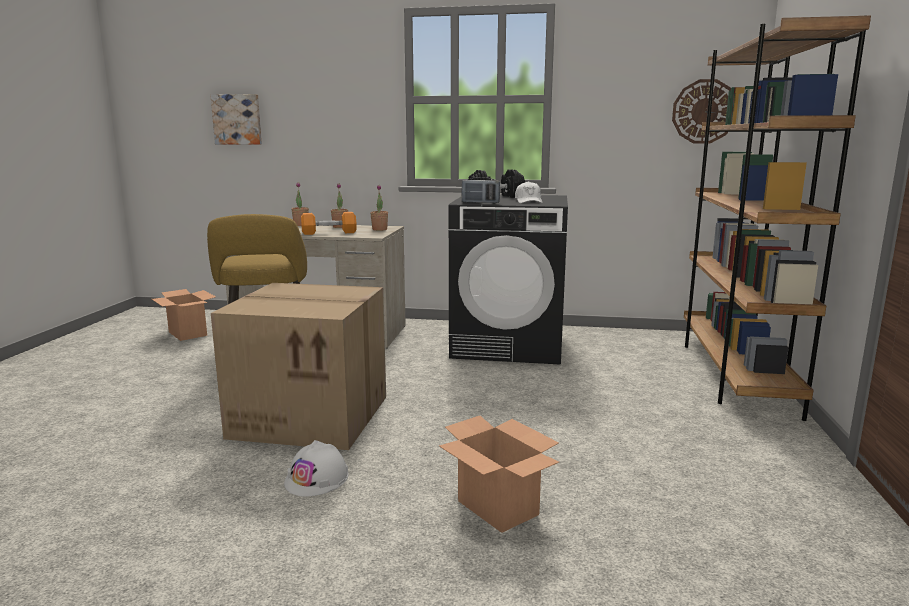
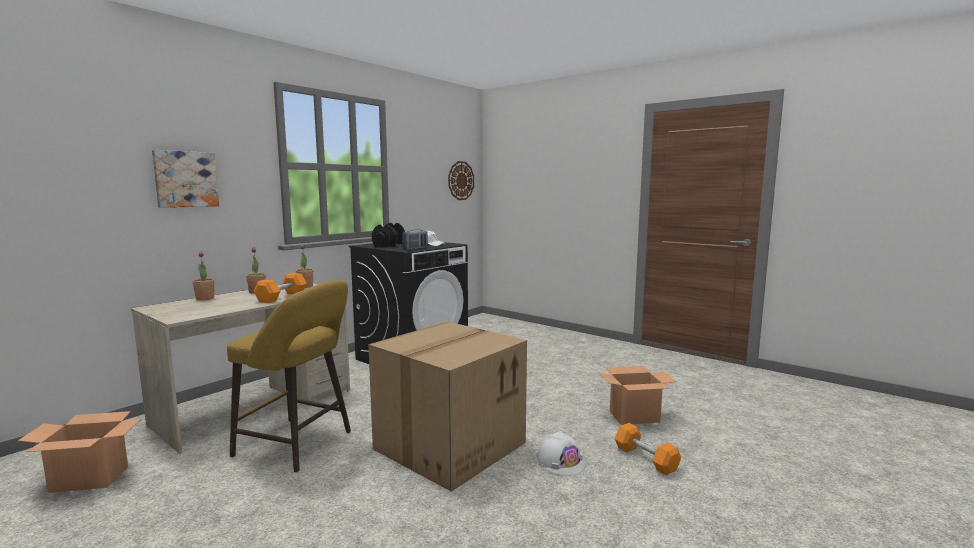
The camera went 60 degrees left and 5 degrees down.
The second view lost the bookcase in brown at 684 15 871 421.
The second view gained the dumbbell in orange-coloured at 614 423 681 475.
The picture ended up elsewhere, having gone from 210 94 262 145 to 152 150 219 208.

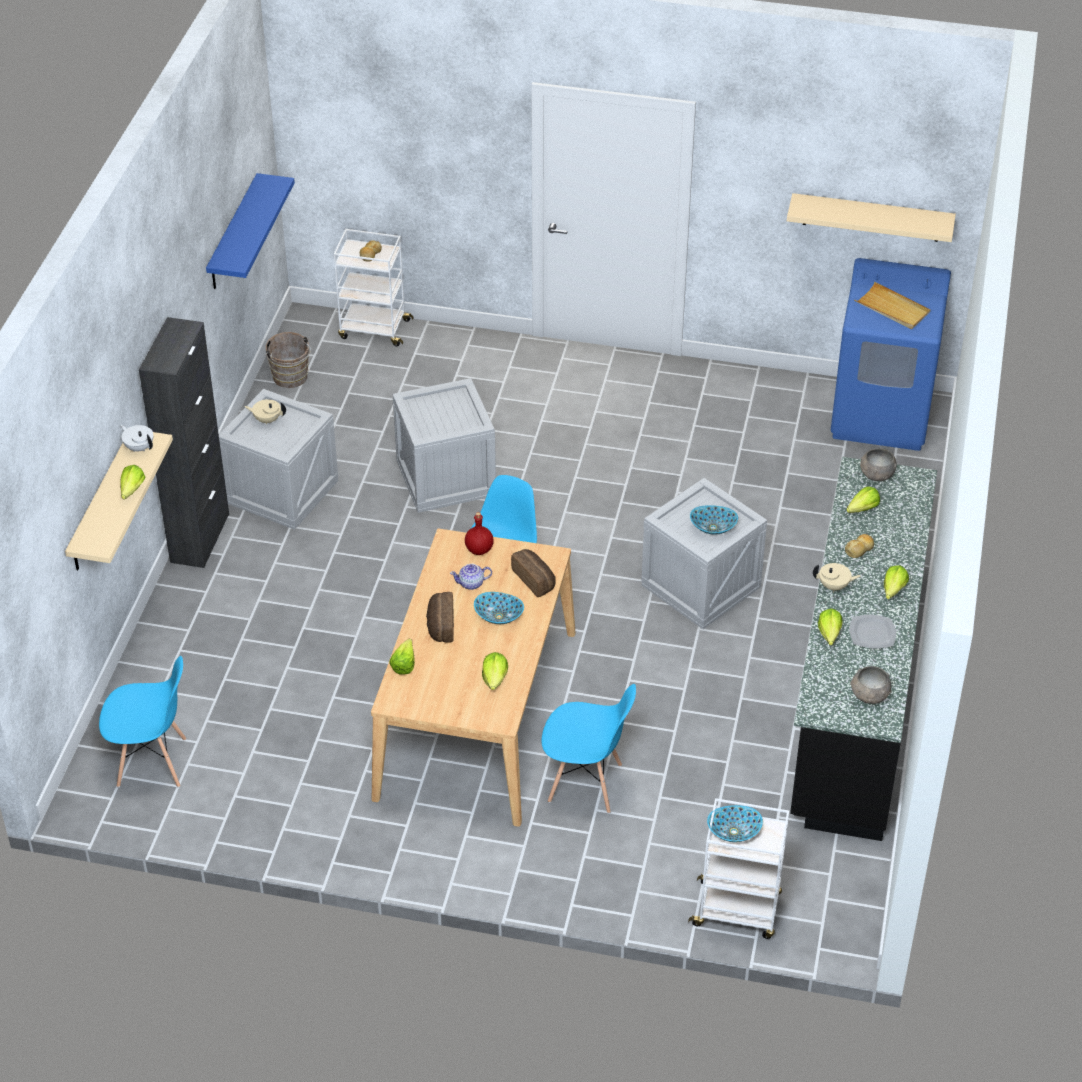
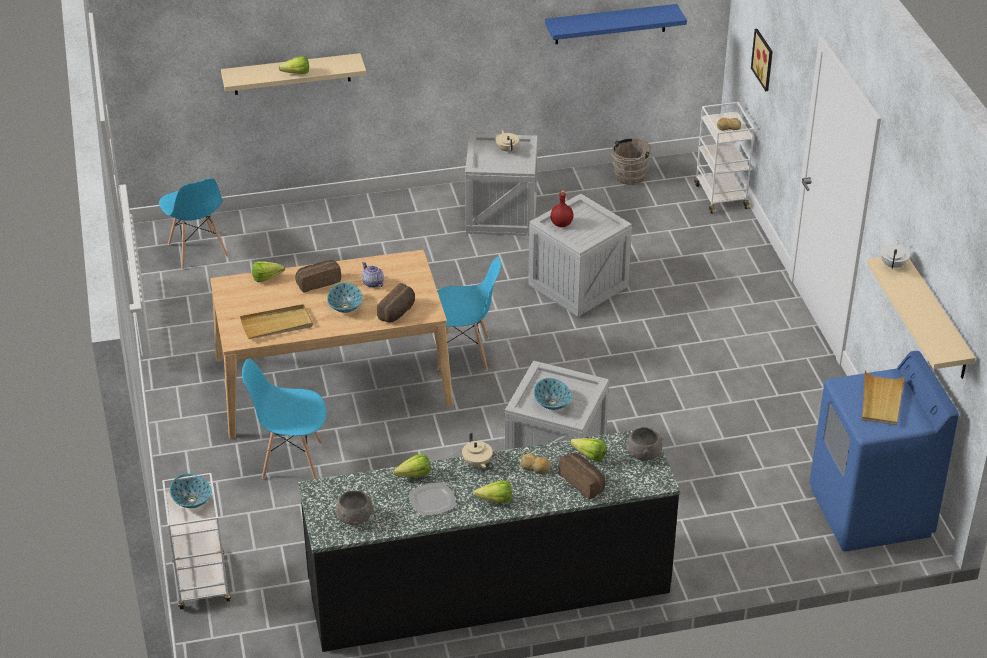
The camera went 65 degrees right and 5 degrees down.
The second view lost the cabinet in black-coloured at 139 317 229 568.
The second view gained the baked bread at 558 453 605 499.
The second view gained the picture at 751 29 773 91.
The tea pot in white ended up elsewhere, having gone from 121 425 153 452 to 880 240 910 269.
The drink bottle in reddish ended up elsewhere, having gone from 465 512 494 555 to 550 190 573 227.
Where the lettuce stood at 482 652 508 690, the tray in sand-coloured came to stand at 240 304 313 339.
The chair in blue at 542 684 636 813 ended up facing another way, 105 degrees clockwise from before.

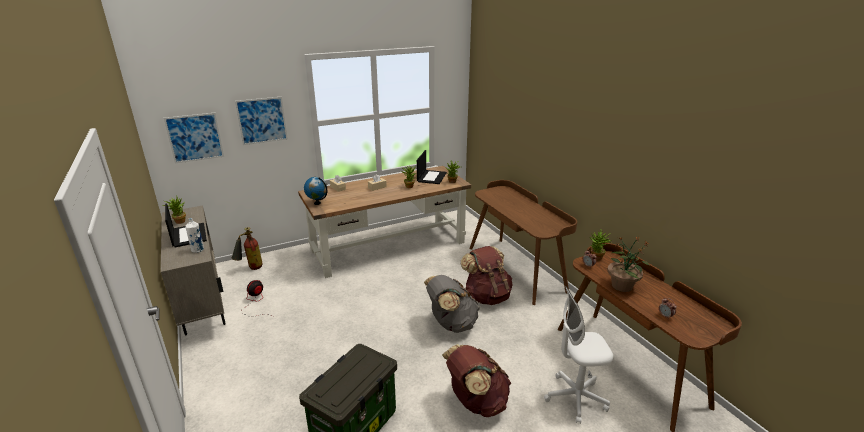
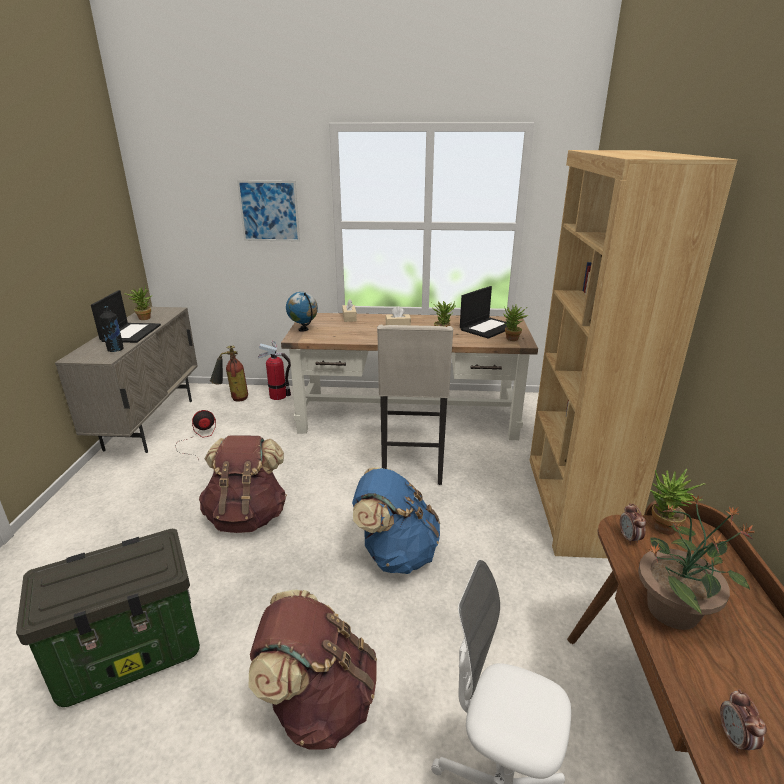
The camera went 30 degrees right and 0 degrees up.
The second view lost the picture at 164 113 224 164.
The second view gained the extinguisher at 258 341 291 400.
The second view gained the stool seat in sand-coloured at 377 325 453 485.
The backpack in brown ended up elsewhere, having gone from 461 246 513 305 to 199 435 287 533.
Where the desk in brown stood at 470 180 577 305, the bookcase in brown came to stand at 530 150 737 558.
What was the drink bottle in white at 185 218 204 253 turned into the drink bottle in black-coloured at 100 306 124 352.
What was the backpack in greyish at 424 275 480 333 turned into the backpack in blue at 352 467 440 574.

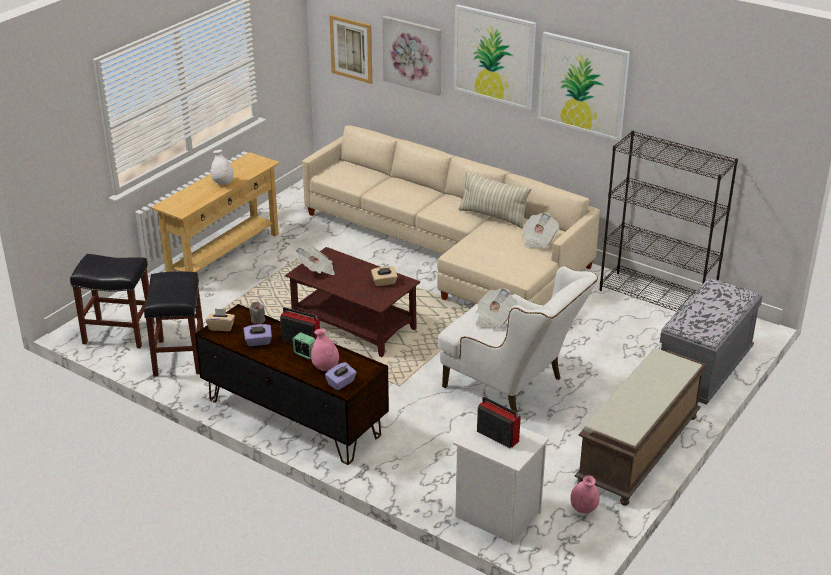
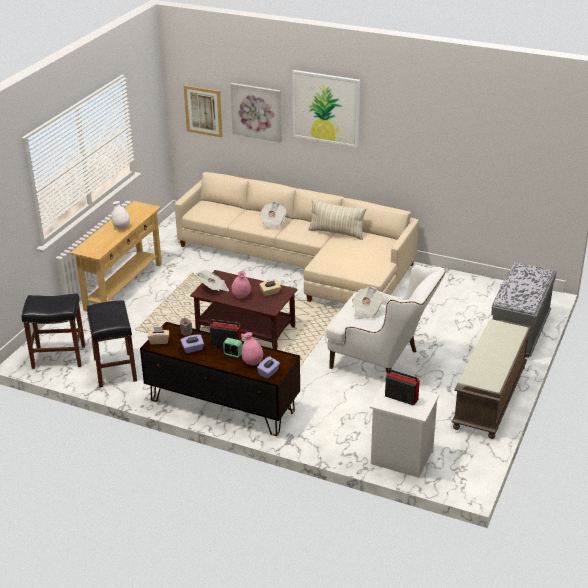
The camera went 10 degrees left and 0 degrees up.
The second view lost the picture at 538 32 630 141.
The second view lost the bookcase in black-coloured at 599 131 738 312.
The newspaper ended up elsewhere, having gone from 522 212 559 248 to 260 202 287 229.
The flower vase in pink-coloured ended up elsewhere, having gone from 570 476 600 513 to 231 271 251 299.

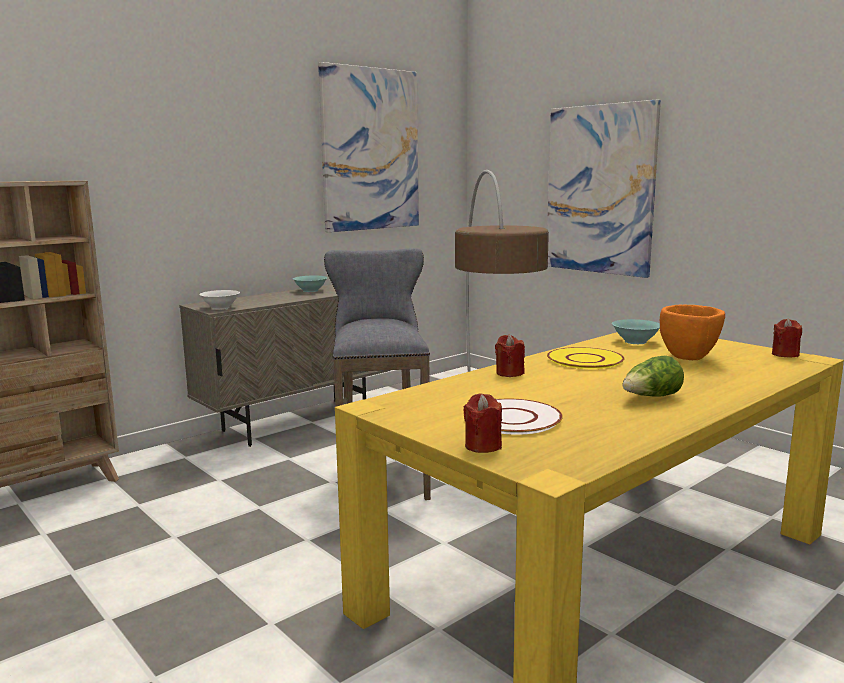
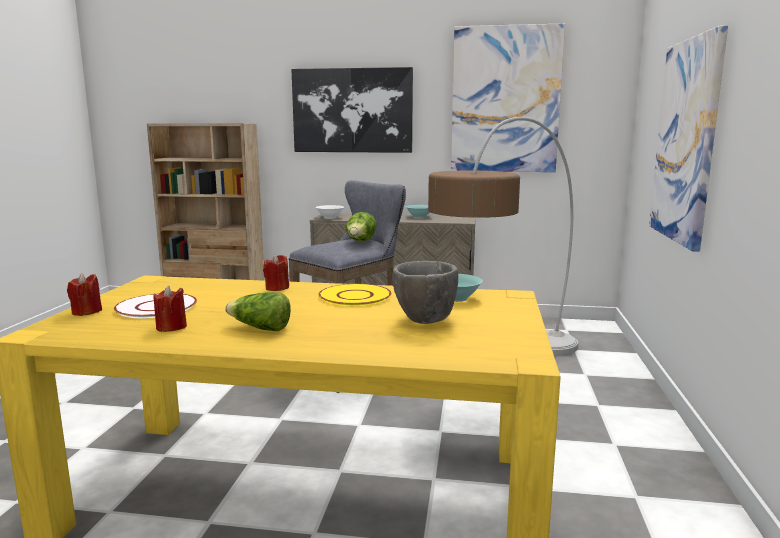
The camera went 50 degrees right and 0 degrees up.
The second view gained the picture at 291 67 413 153.
The second view gained the lettuce at 346 212 377 241.
The wax candle in reddish ended up elsewhere, having gone from 772 318 802 357 to 153 286 187 332.
What was the serving bowl in orange-coloured at 660 305 725 360 turned into the serving bowl in greyish at 393 261 458 324.

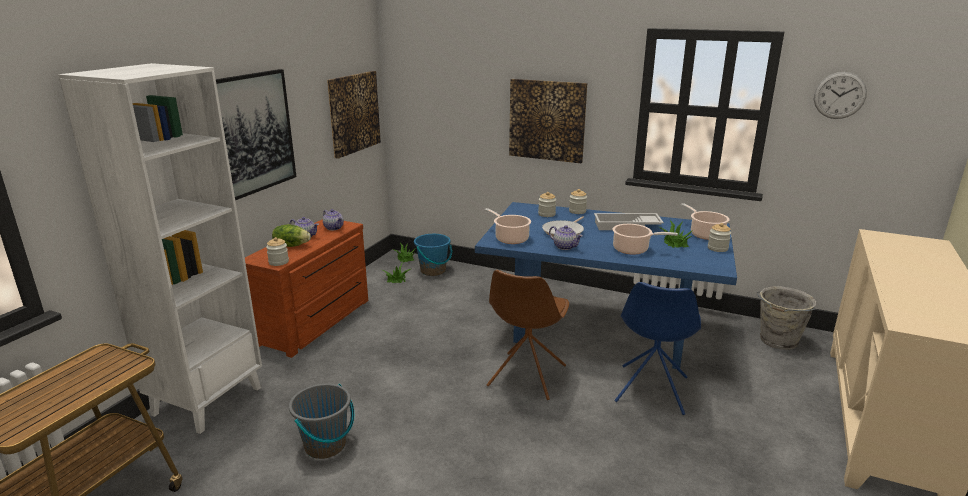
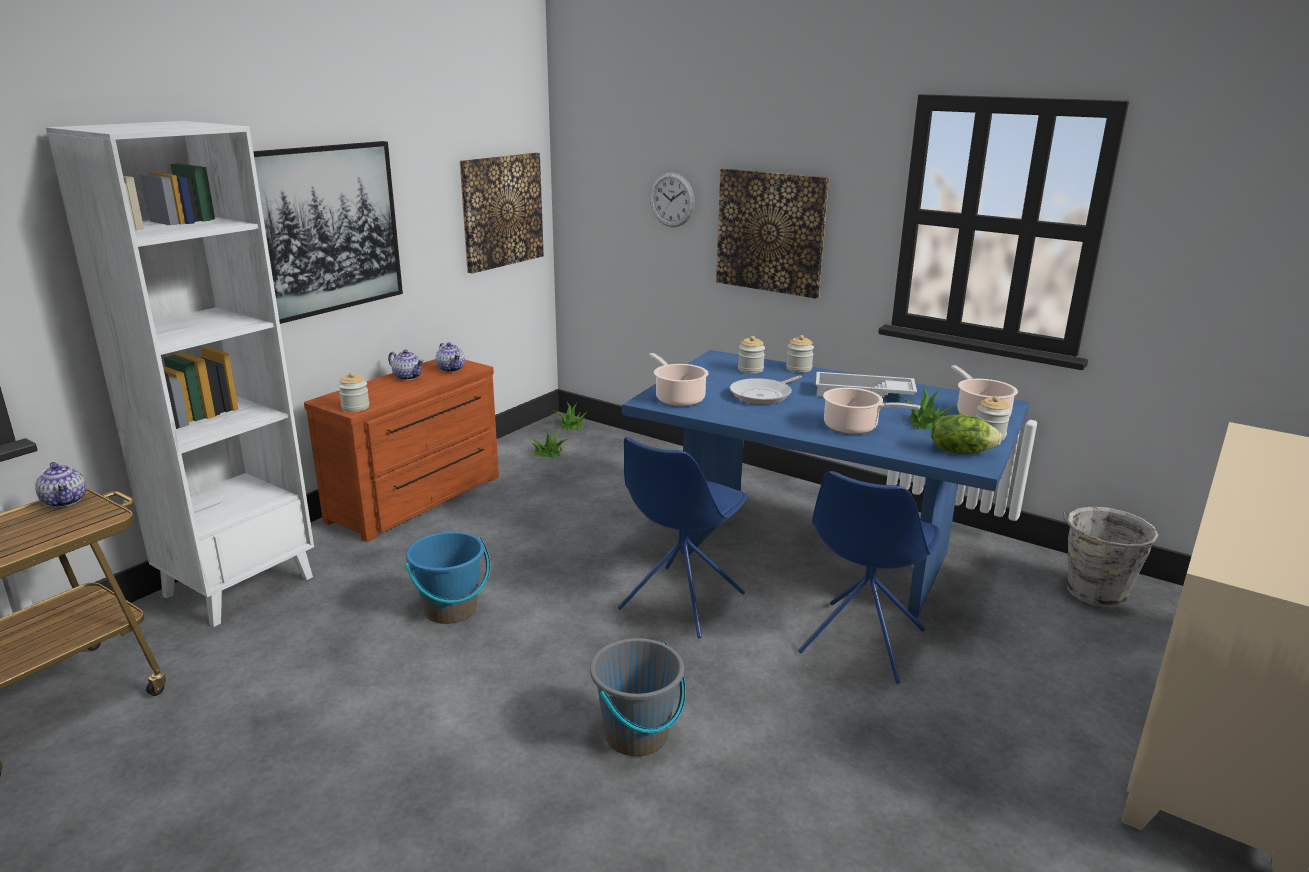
The camera went 10 degrees right and 0 degrees up.
The lettuce ended up elsewhere, having gone from 272 224 311 247 to 931 414 1002 454.
The water bucket in greyish ended up elsewhere, having gone from 289 383 354 459 to 590 638 686 756.
The water bucket in blue ended up elsewhere, having gone from 414 234 452 276 to 405 531 490 624.
The tea pot ended up elsewhere, having gone from 549 225 583 250 to 35 462 86 507.
The wall clock ended up elsewhere, having gone from 814 72 867 119 to 650 173 695 227.
What was the chair in brown at 487 270 569 400 turned into the chair in blue at 618 437 747 638.

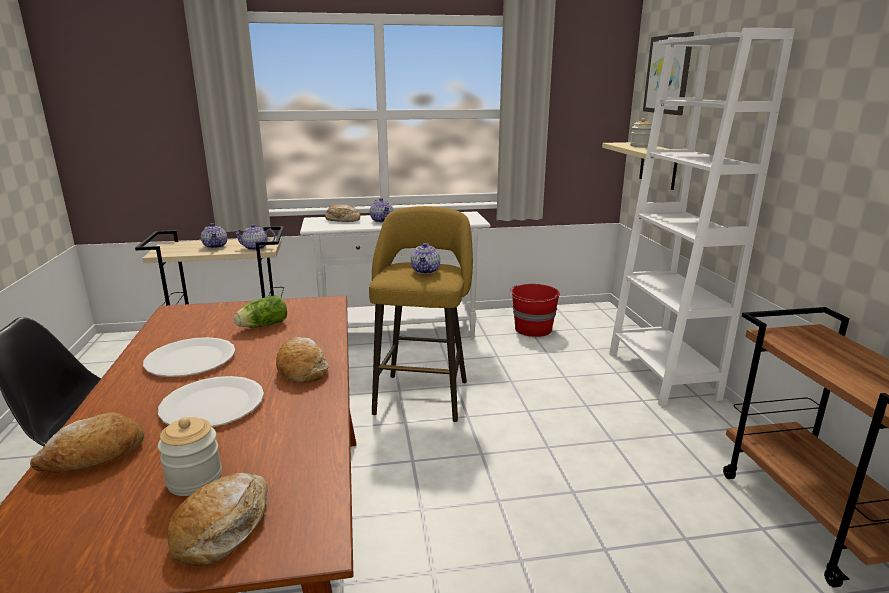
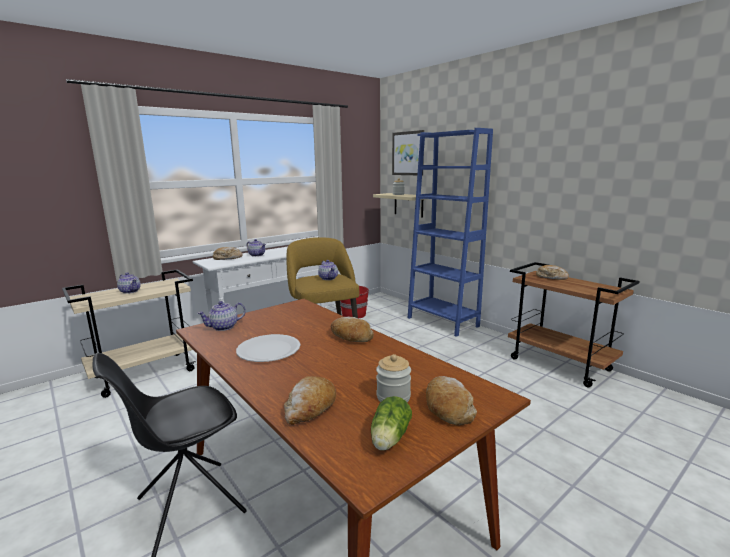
The camera went 30 degrees left and 5 degrees down.
The second view lost the flat dish in white at 158 376 264 427.
The second view gained the baked bread at 536 265 569 280.
The tea pot ended up elsewhere, having gone from 233 224 275 250 to 197 301 246 331.
The lettuce ended up elsewhere, having gone from 234 295 287 328 to 371 396 412 451.
What was the bookcase in white at 609 28 795 406 turned into the bookcase in blue at 408 128 493 337.

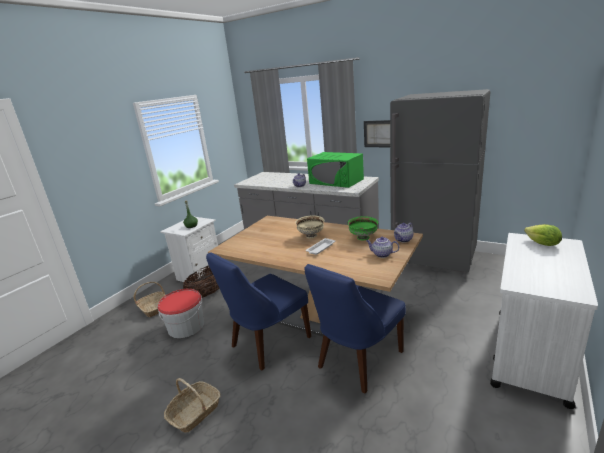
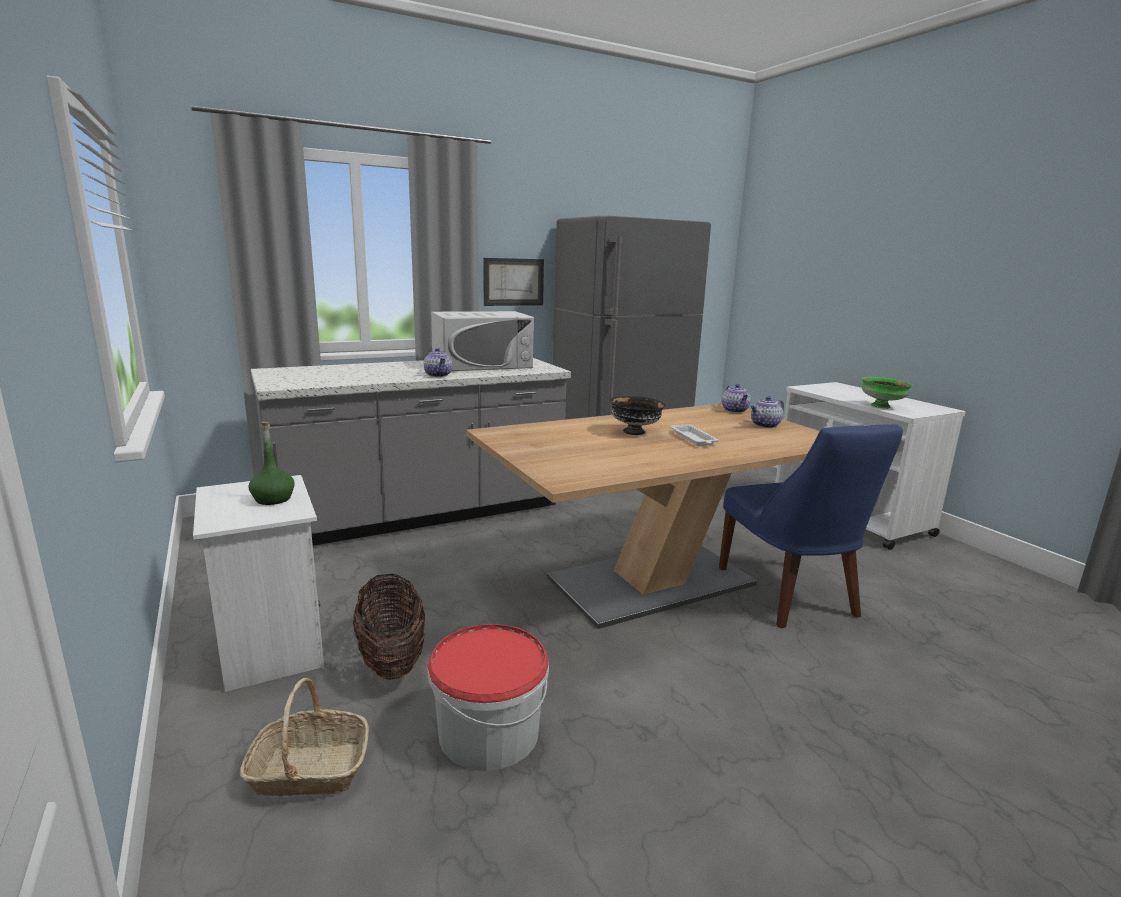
The camera went 60 degrees left and 5 degrees down.
The second view lost the household basket at 164 378 220 433.
The second view lost the chair in blue at 206 252 311 370.
The second view lost the lettuce at 524 224 562 246.
The serving bowl in greenish ended up elsewhere, having gone from 348 216 378 240 to 861 377 912 409.
What was the serving bowl in sand-coloured at 295 215 324 239 turned into the serving bowl in black-coloured at 610 396 665 435.
What was the microwave oven in greenish at 307 152 364 188 turned into the microwave oven in white at 431 311 534 371.

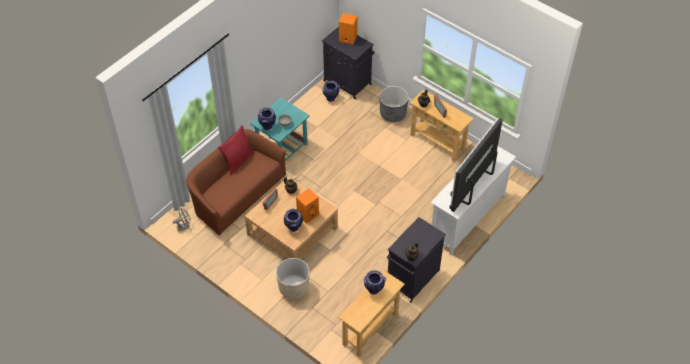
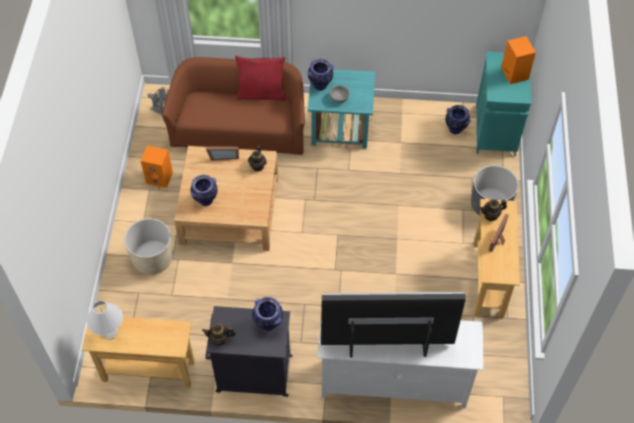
The camera went 55 degrees right and 5 degrees up.
The second view gained the lamp for a table in white at 87 301 123 340.
The speaker in orange-coloured ended up elsewhere, having gone from 296 189 319 224 to 141 145 173 188.
The flower vase ended up elsewhere, having gone from 363 270 386 295 to 252 297 283 331.
What was the cabinet in black-coloured at 322 27 374 99 turned into the cabinet in turquoise-coloured at 476 51 532 156.

